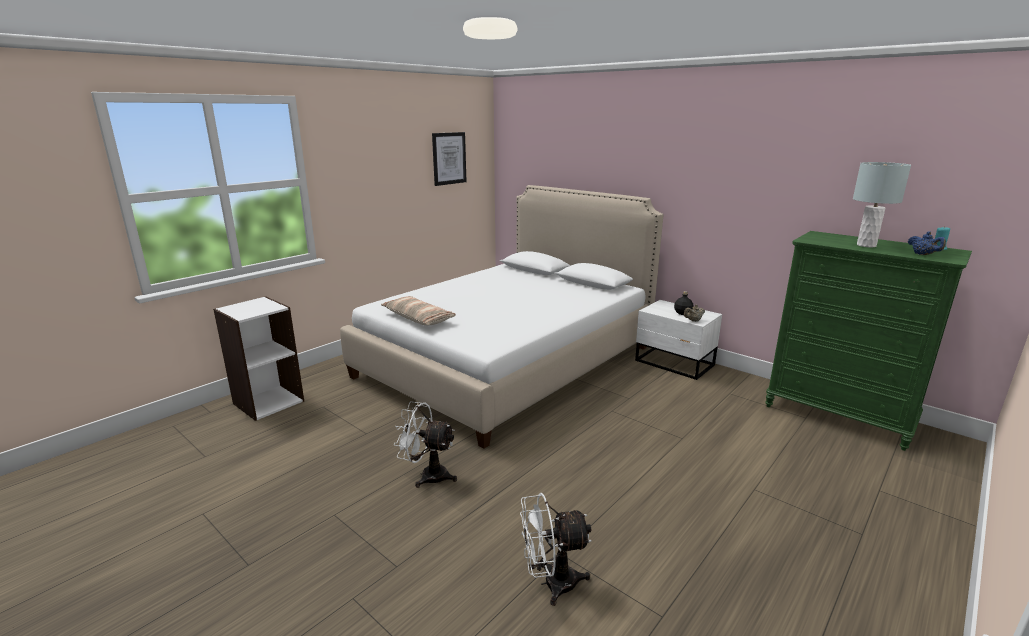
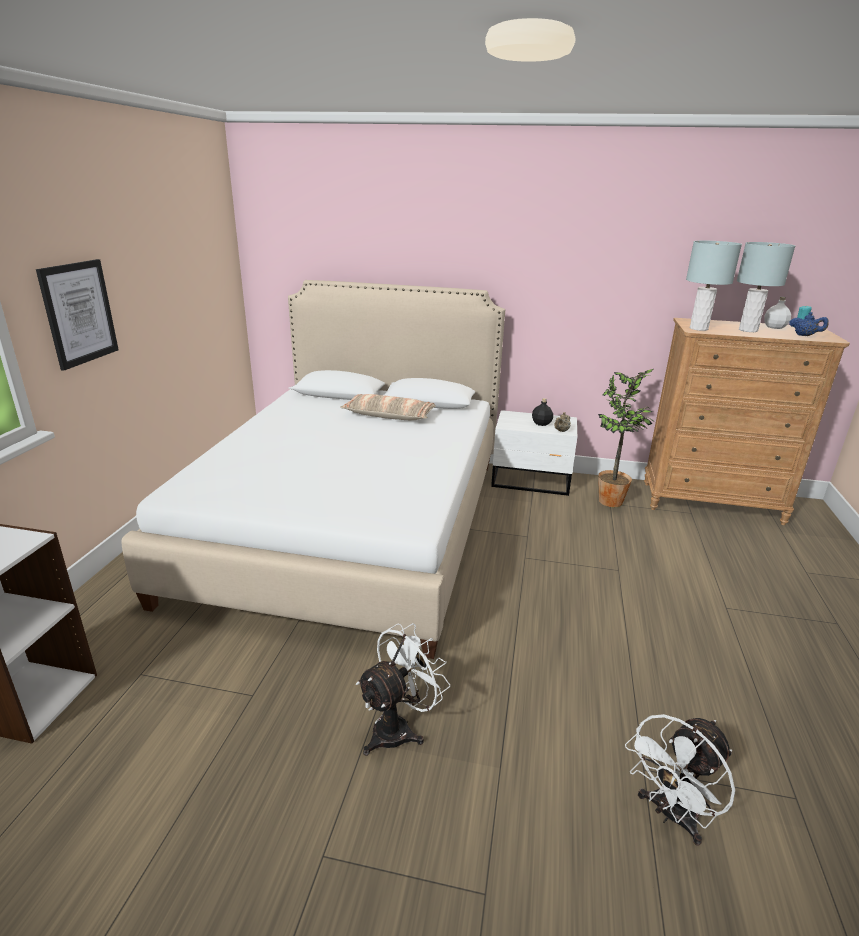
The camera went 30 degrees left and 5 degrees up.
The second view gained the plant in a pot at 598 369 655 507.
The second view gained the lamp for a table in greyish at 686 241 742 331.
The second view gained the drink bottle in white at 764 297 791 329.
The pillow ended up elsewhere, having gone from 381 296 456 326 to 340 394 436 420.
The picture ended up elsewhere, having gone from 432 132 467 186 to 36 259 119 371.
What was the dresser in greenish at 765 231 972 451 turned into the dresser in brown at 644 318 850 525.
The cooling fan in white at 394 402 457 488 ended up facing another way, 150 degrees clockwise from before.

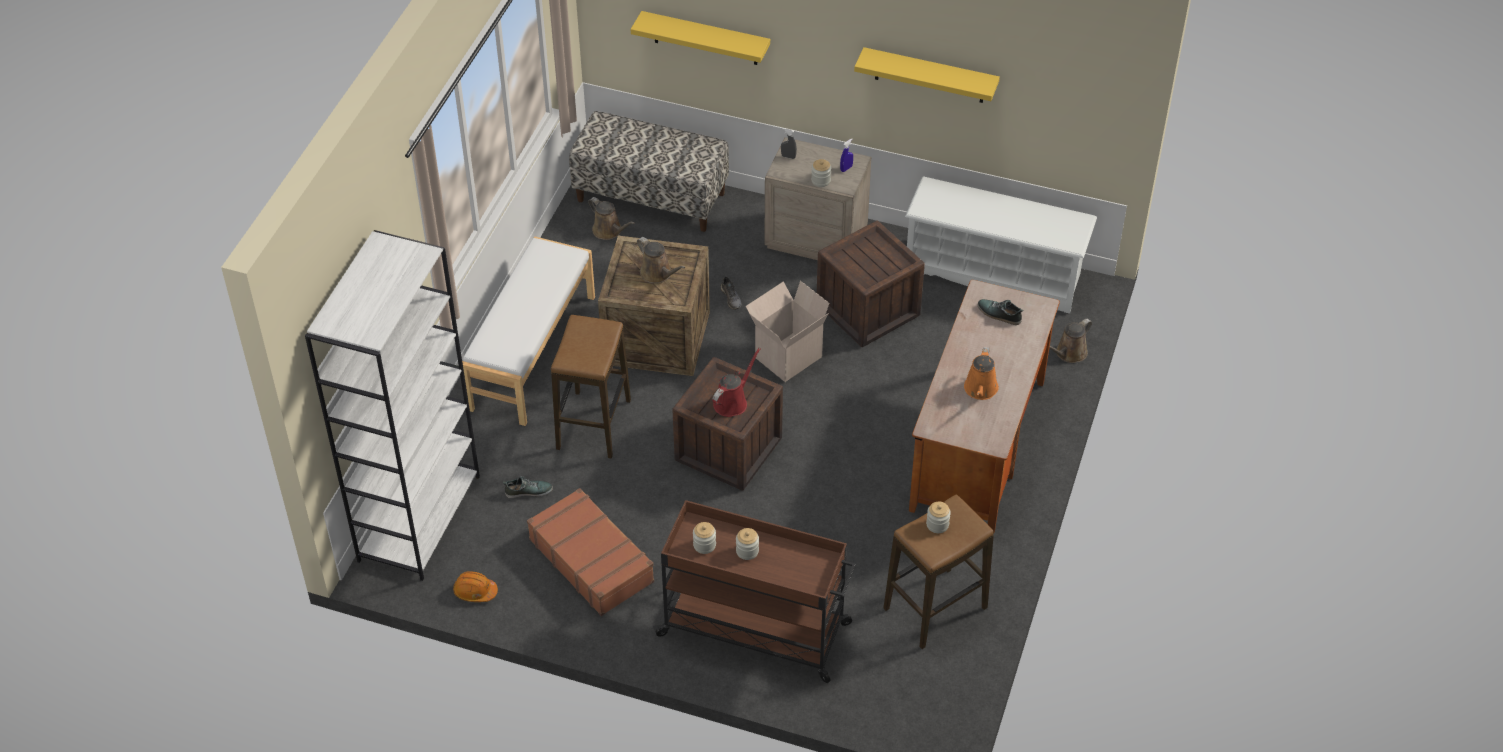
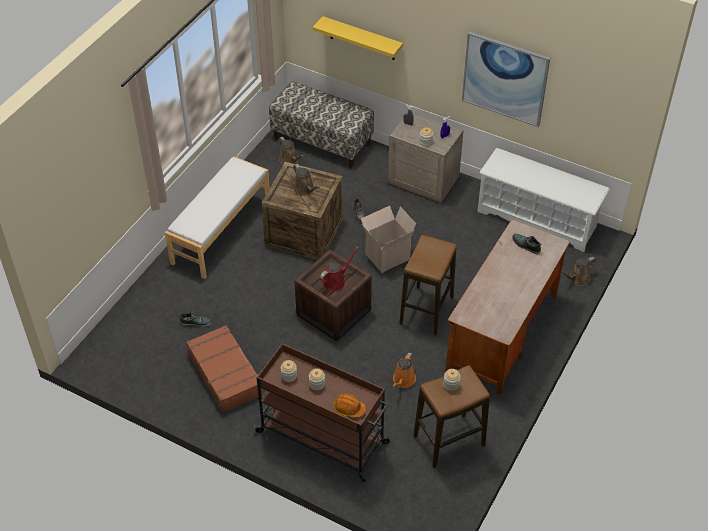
The camera went 10 degrees right and 0 degrees up.
The second view lost the bookcase in white at 305 230 480 581.
The second view lost the shipping crate at 817 221 925 347.
The hard hat in orange-coloured ended up elsewhere, having gone from 453 571 498 602 to 333 393 366 418.
The stool seat ended up elsewhere, having gone from 551 315 631 459 to 400 235 457 335.
The watering pot in orange-coloured ended up elsewhere, having gone from 964 347 999 400 to 393 352 416 388.
Where the bracket shelf in yellowish hung at 854 47 1000 103, the picture came to hang at 462 31 550 127.

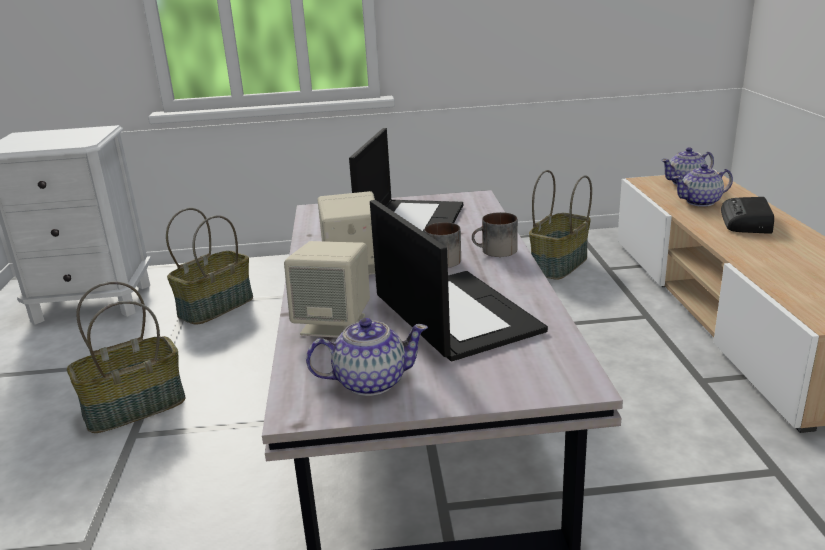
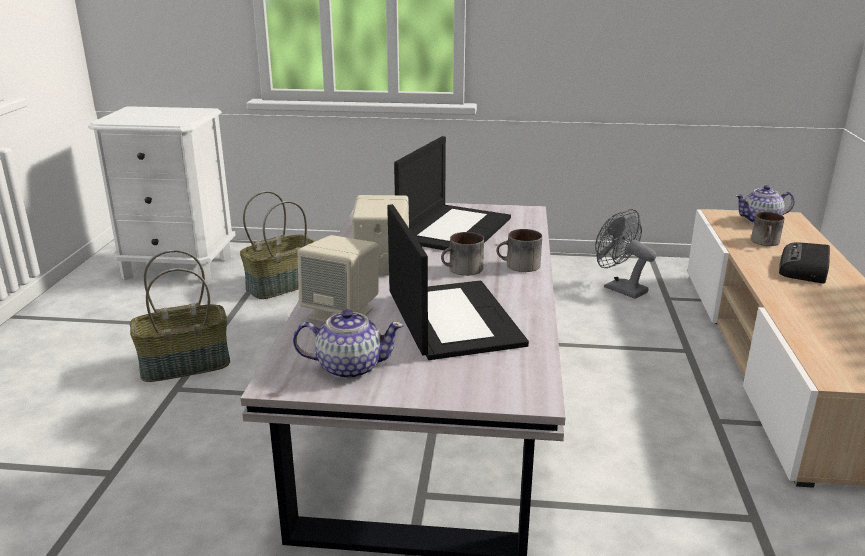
The camera went 10 degrees right and 0 degrees up.
Where the household basket stood at 529 170 592 280, the cooling fan in greyish came to stand at 595 209 656 299.
Where the tea pot stood at 673 164 733 207, the coffee mug came to stand at 751 212 785 246.

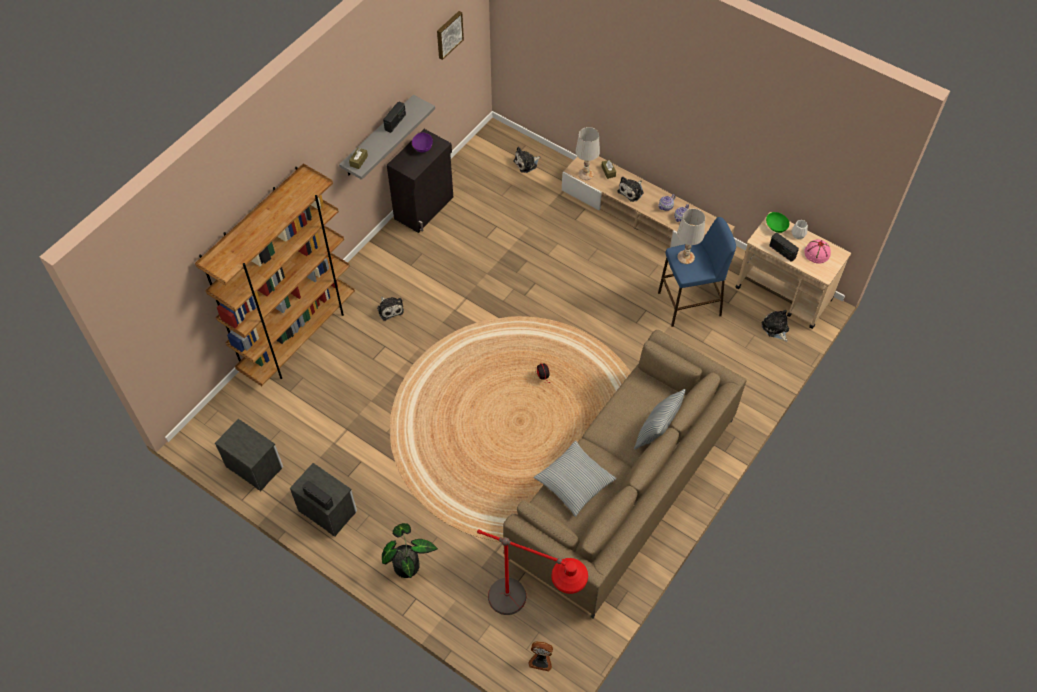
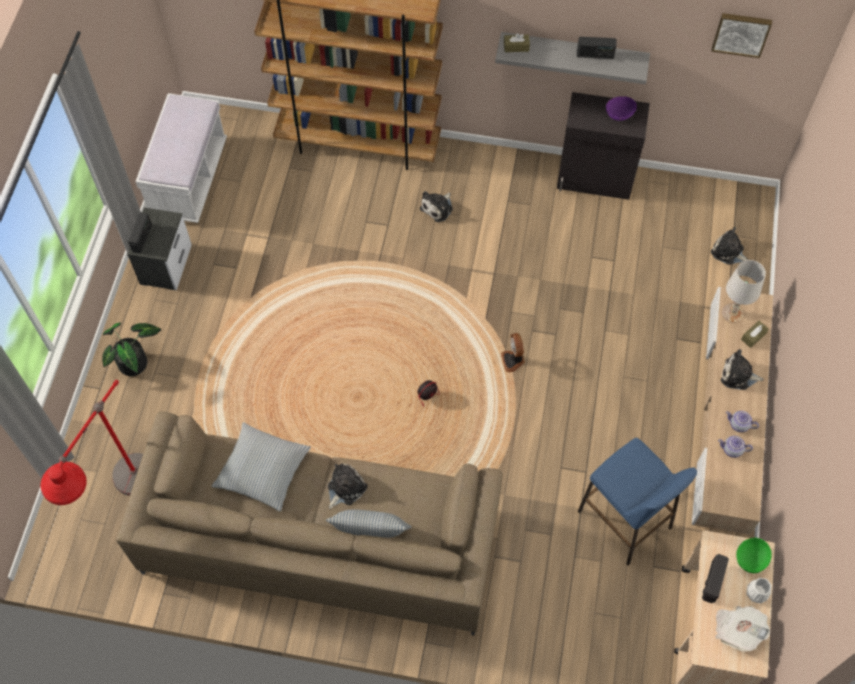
The camera went 65 degrees right and 5 degrees up.
The second view lost the lamp for a table in white at 677 209 705 264.
The cooling fan ended up elsewhere, having gone from 528 641 553 671 to 501 333 525 372.
The cuddly toy ended up elsewhere, having gone from 762 310 789 342 to 328 464 368 509.
Where the night table stood at 215 419 283 491, the bench in white came to stand at 135 93 227 223.
Where the wearable hat in pink-coloured stood at 804 239 831 264, the newspaper came to stand at 715 606 770 652.

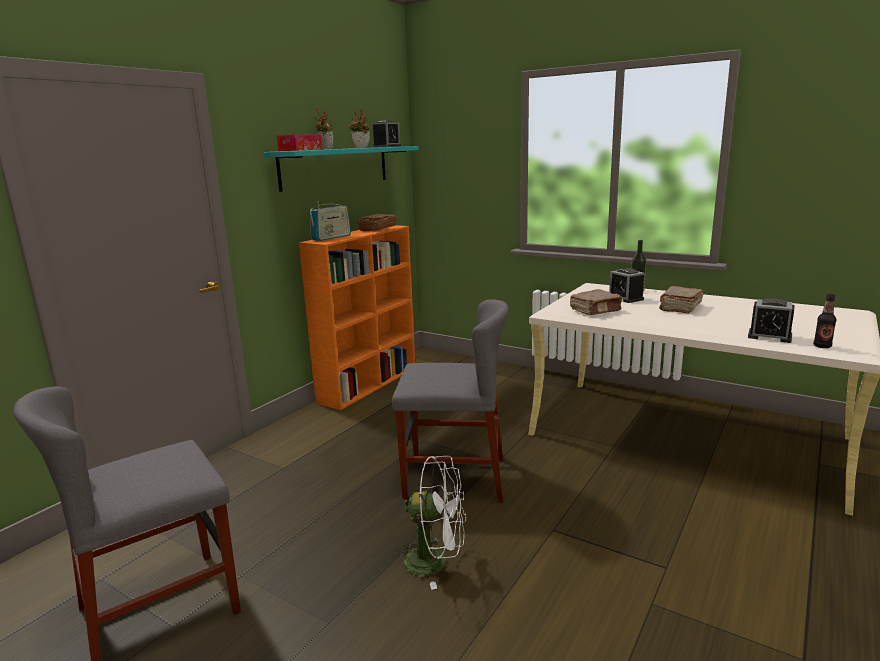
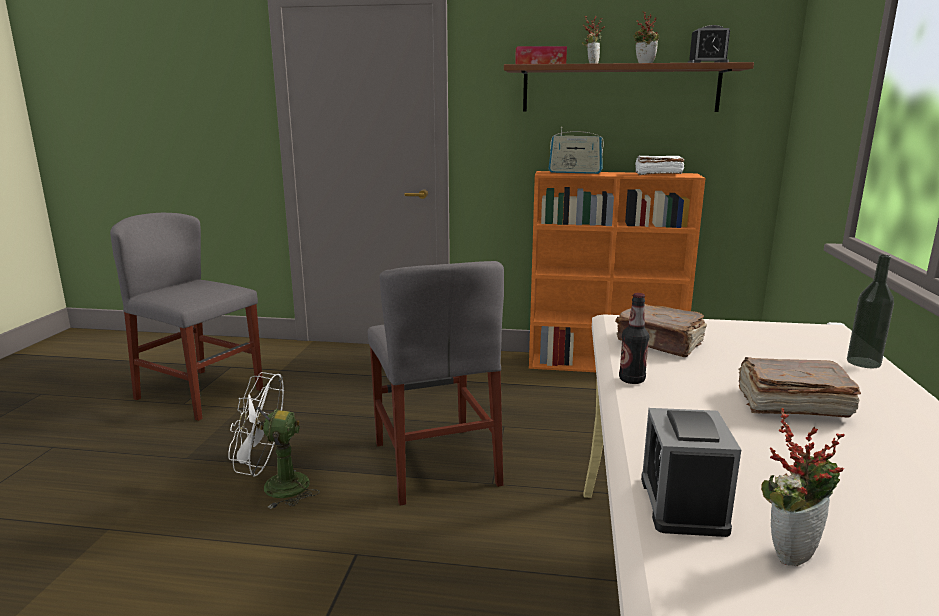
The camera went 65 degrees right and 0 degrees up.
The second view lost the table clock at 609 268 645 303.
The second view gained the plant in a pot at 761 408 845 566.
The drink bottle ended up elsewhere, having gone from 814 293 836 348 to 619 293 649 384.
What was the bracket shelf in turquoise-coloured at 264 146 419 192 turned into the bracket shelf in brown at 504 62 754 112.
What was the bound book in brown at 358 214 396 231 turned into the bound book in white at 635 156 684 175.
The cooling fan in white at 395 456 466 590 ended up facing another way, 105 degrees clockwise from before.

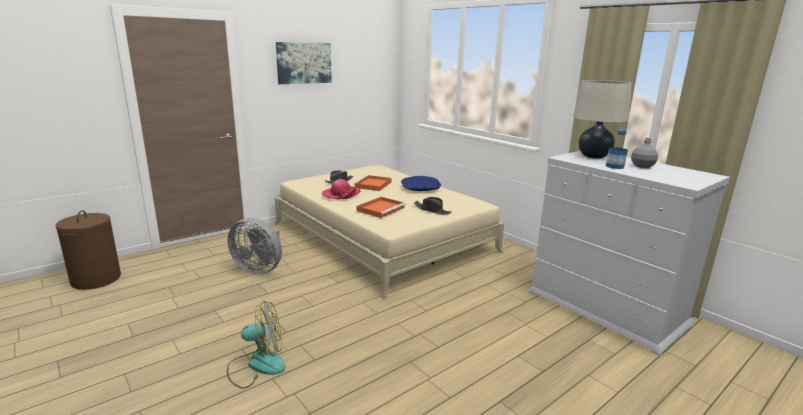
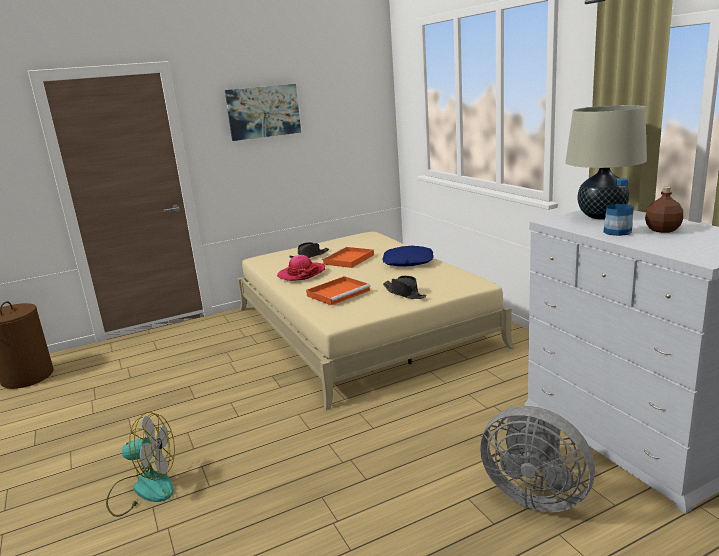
The camera went 15 degrees right and 0 degrees up.
The cooling fan in greyish ended up elsewhere, having gone from 227 218 282 275 to 480 406 595 512.
What was the drink bottle in greyish at 631 137 658 168 turned into the drink bottle in brown at 645 187 683 233.

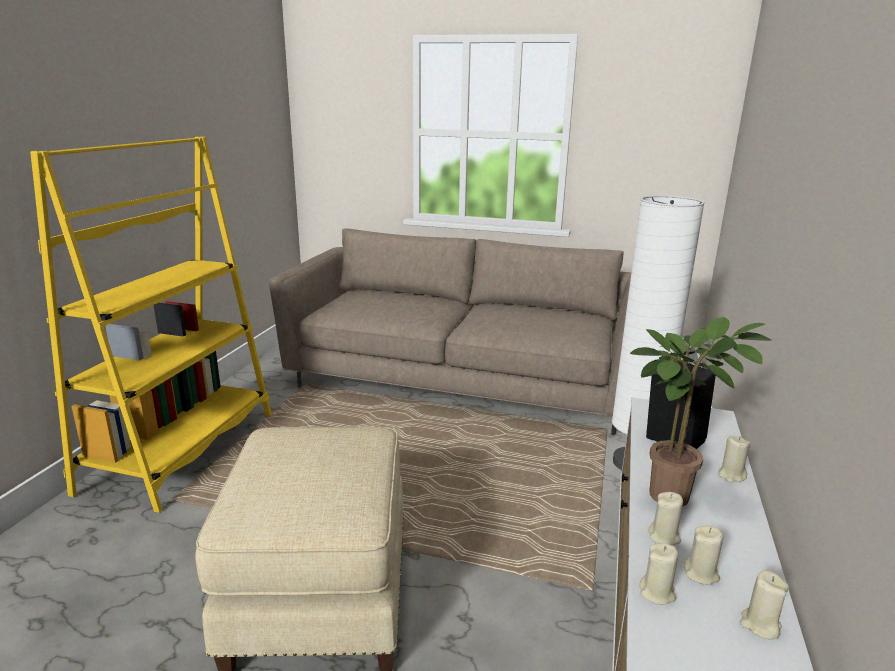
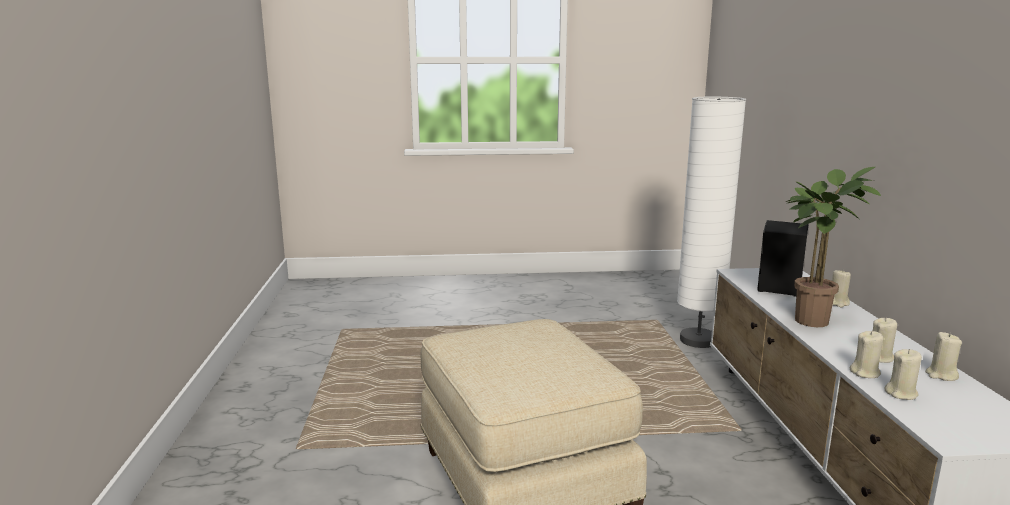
The camera went 20 degrees left and 5 degrees down.
The second view lost the bookcase in yellowish at 30 136 272 512.
The second view lost the settee in sand-coloured at 269 228 631 435.
The wax candle in sand-coloured ended up elsewhere, having gone from 648 492 683 546 to 884 349 922 400.

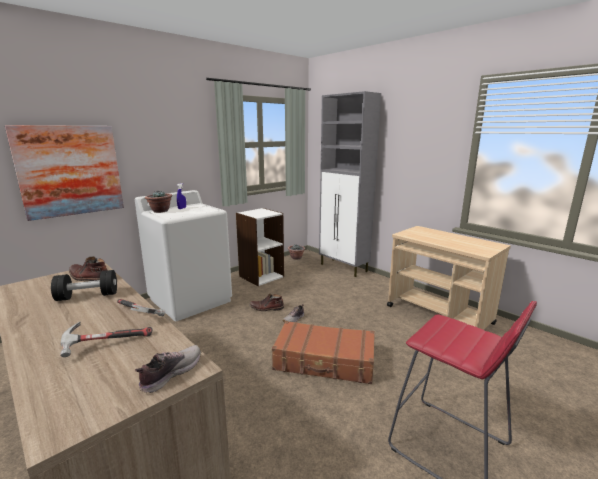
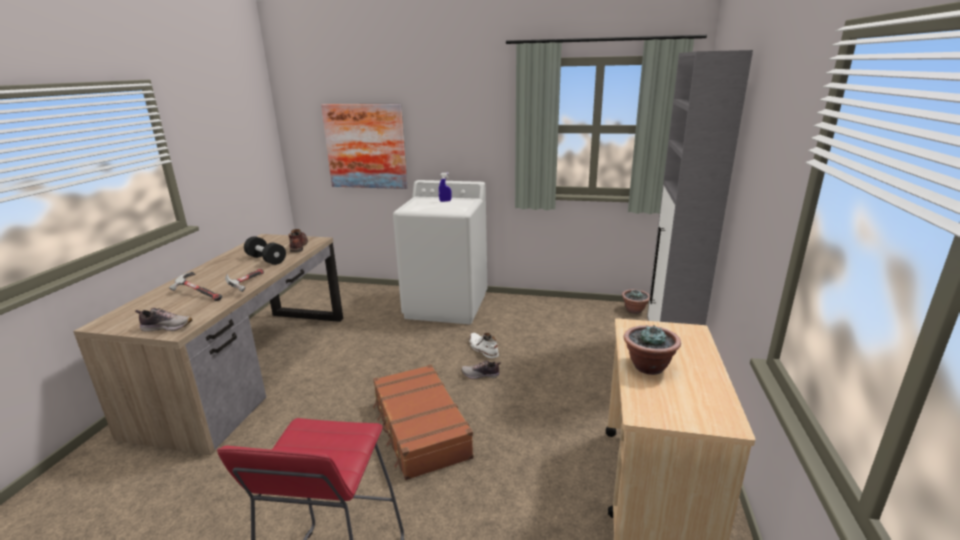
The camera went 55 degrees right and 5 degrees up.
The second view lost the bookcase in white at 236 208 284 286.
The plant in a pot ended up elsewhere, having gone from 145 190 172 213 to 624 325 681 375.
What was the high-top boot in brown at 249 294 284 311 turned into the high-top boot in white at 469 333 499 358.

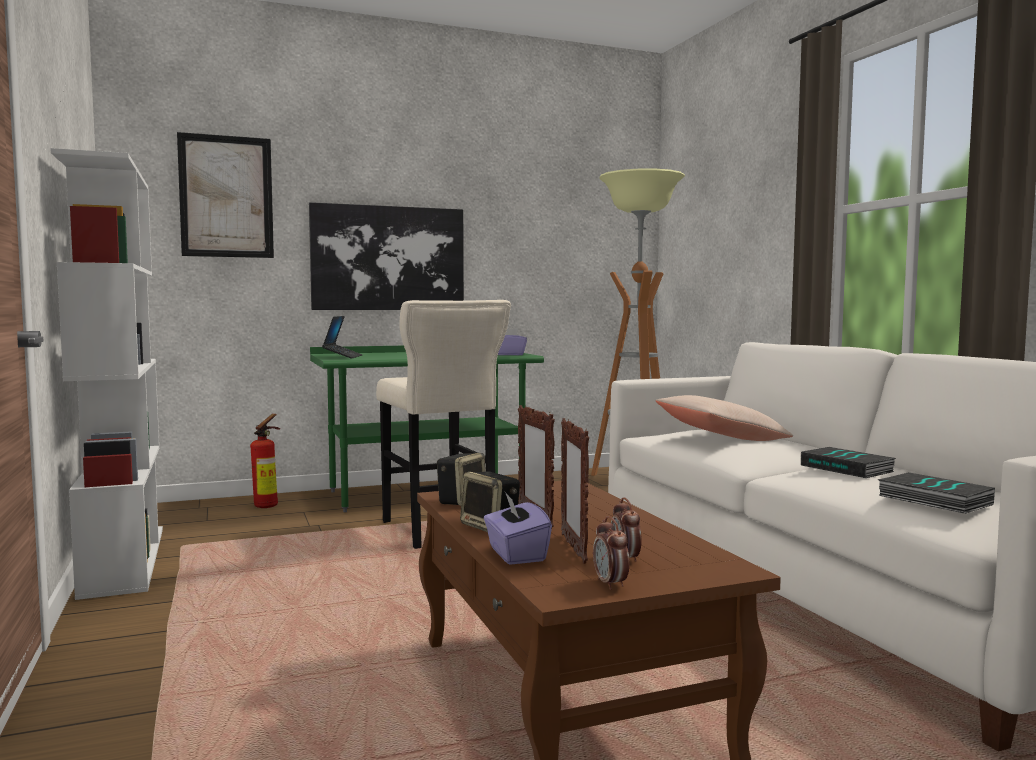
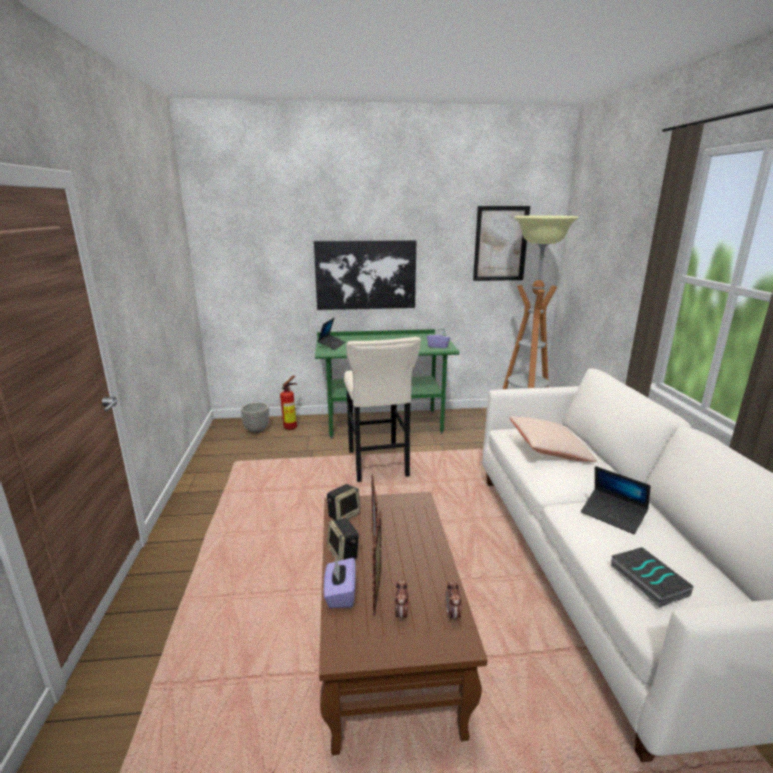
The camera went 15 degrees right and 15 degrees up.
The second view lost the bookcase in white at 50 148 163 600.
The second view gained the plant pot at 241 402 269 433.
The picture ended up elsewhere, having gone from 177 132 274 258 to 473 206 530 281.
The table clock ended up elsewhere, having gone from 593 516 630 590 to 445 580 462 622.
Where the bound book stood at 801 447 896 478, the laptop came to stand at 581 466 651 534.

